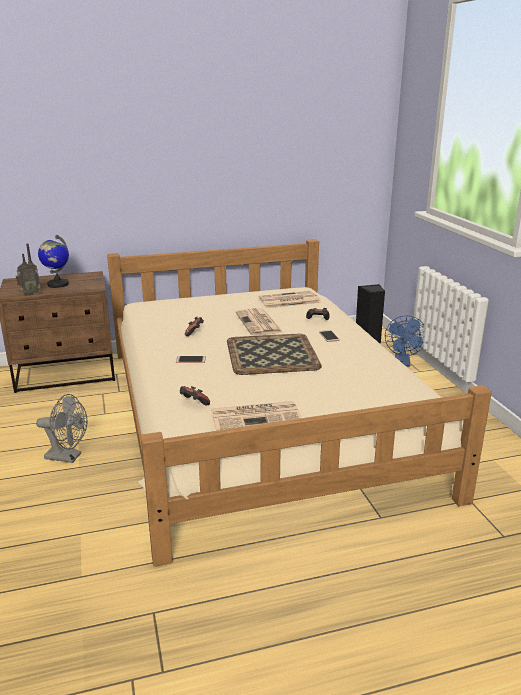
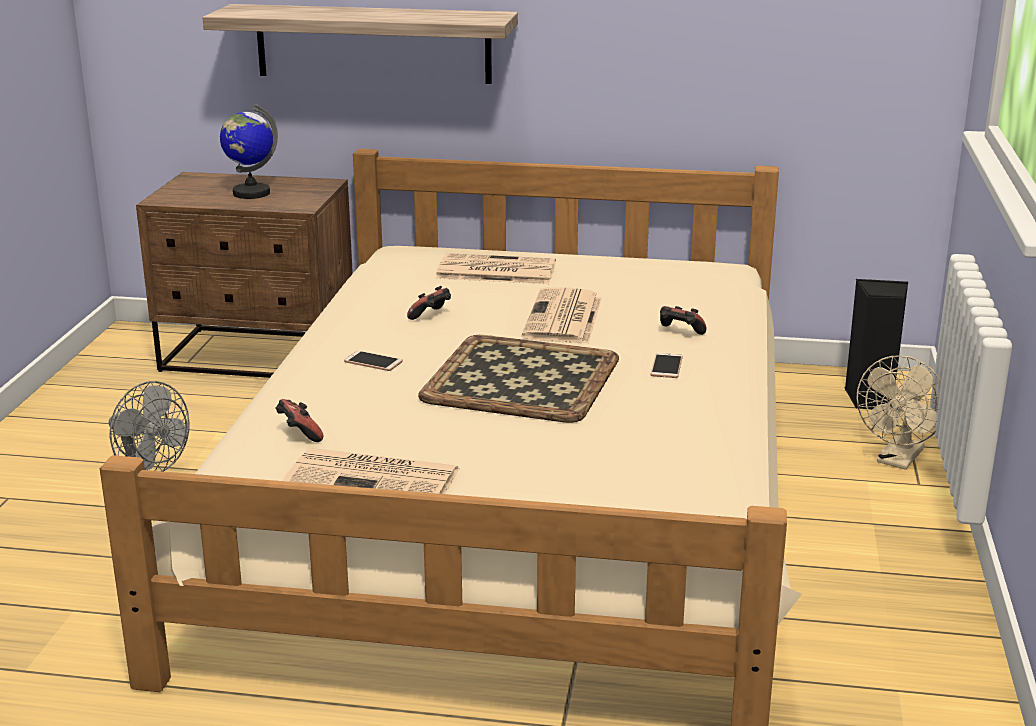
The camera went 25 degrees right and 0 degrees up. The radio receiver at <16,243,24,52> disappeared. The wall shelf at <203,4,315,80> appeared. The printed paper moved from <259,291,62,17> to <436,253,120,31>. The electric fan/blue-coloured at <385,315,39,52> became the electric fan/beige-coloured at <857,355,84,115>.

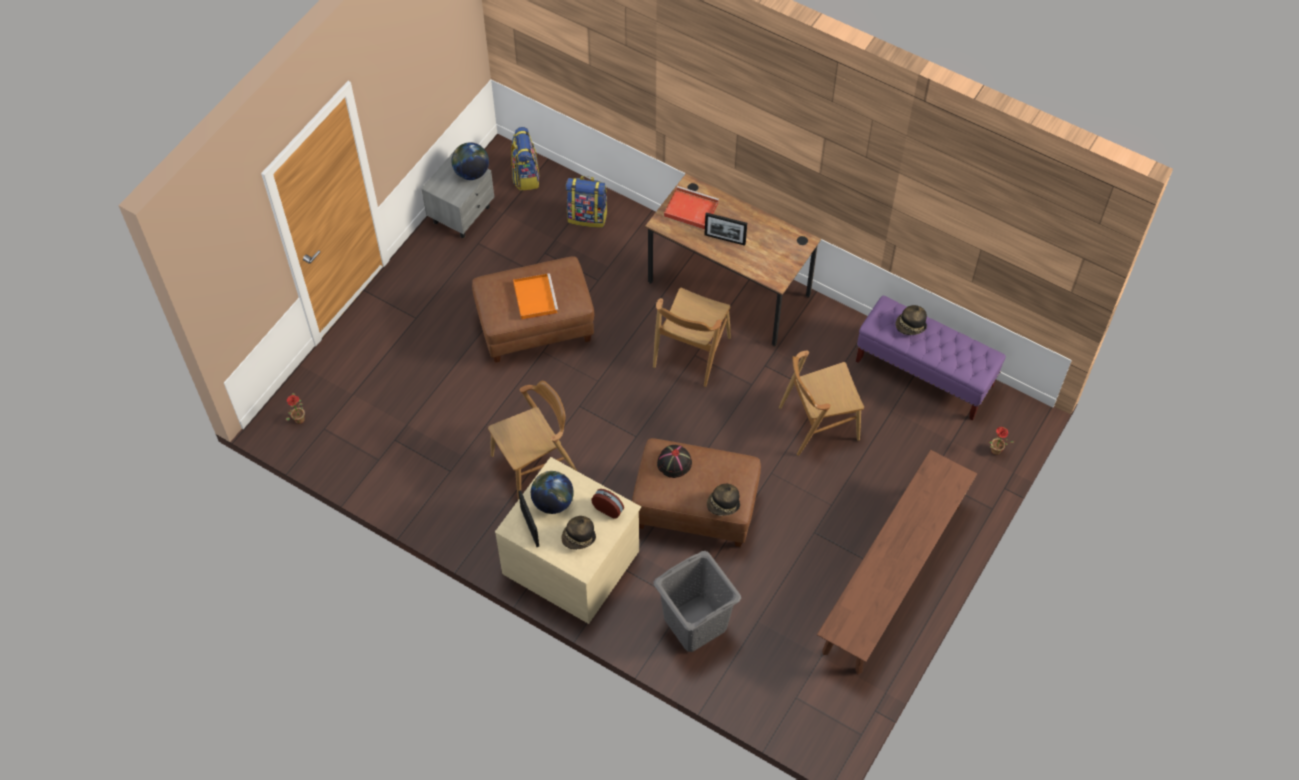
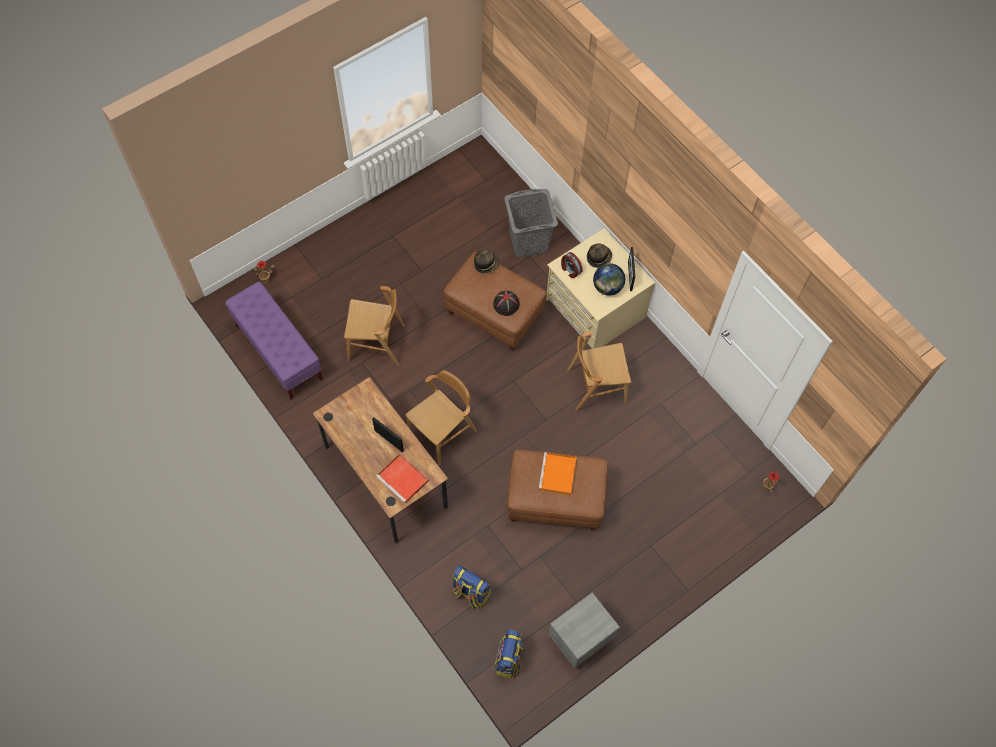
The camera went 160 degrees left and 5 degrees up. The desk globe at <451,142,38,38> disappeared. The indoor bench/brown-coloured at <817,450,160,224> disappeared. The clothing hat at <896,305,31,30> disappeared.

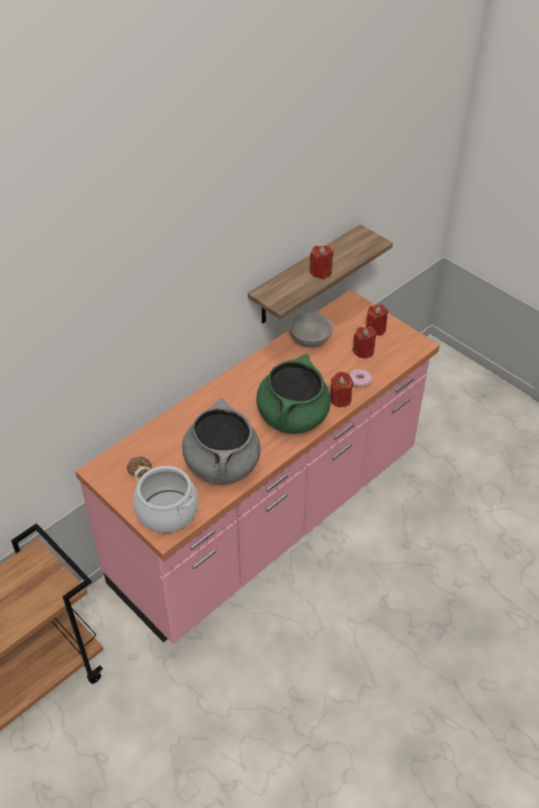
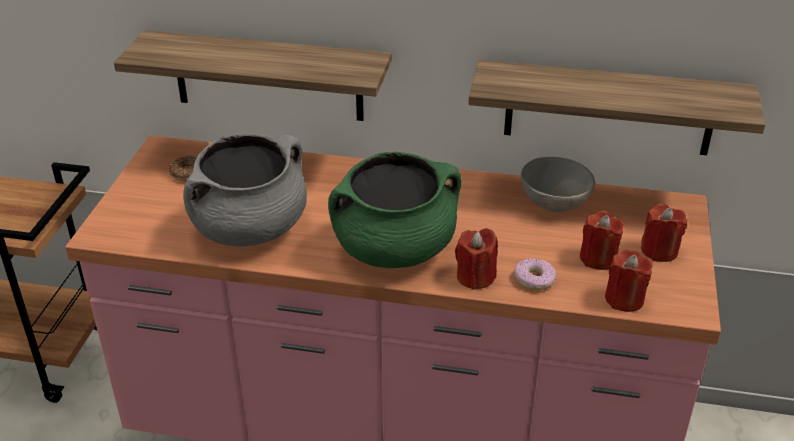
The camera went 55 degrees right and 10 degrees down. The stockpot at <133,466,65,67> disappeared. The wall shelf at <114,30,278,91> appeared. The candle/reddish moved from <309,245,25,34> to <605,249,48,63>.

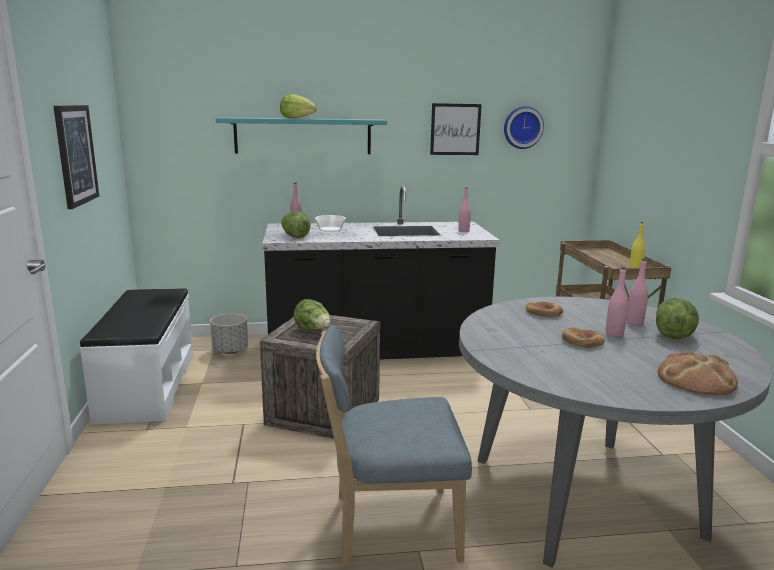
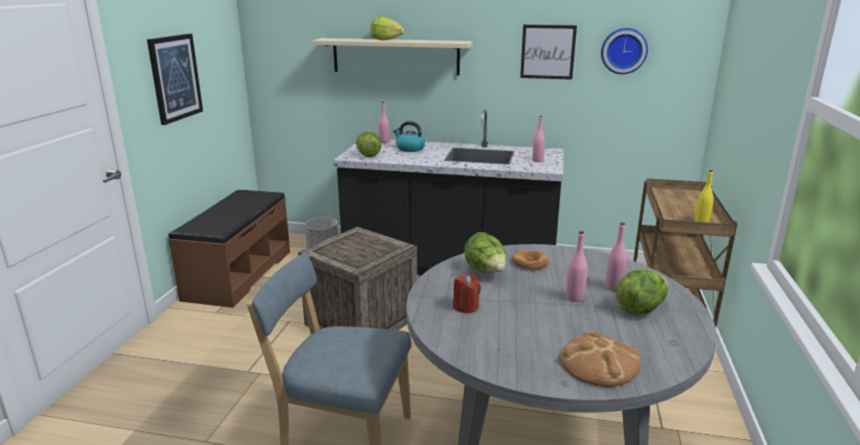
The camera went 20 degrees right and 5 degrees up. The bread at <562,327,42,21> disappeared. The candle/reddish at <453,274,28,39> appeared. The lettuce moved from <294,299,37,32> to <464,232,42,41>. The bowl at <315,215,31,17> was replaced by the kettle at <393,121,32,31>. The indoor bench/white-coloured at <80,288,113,137> became the indoor bench/brown-coloured at <168,190,122,118>. The wall shelf/turquoise at <216,117,171,37> became the wall shelf/beige-coloured at <311,38,162,38>.

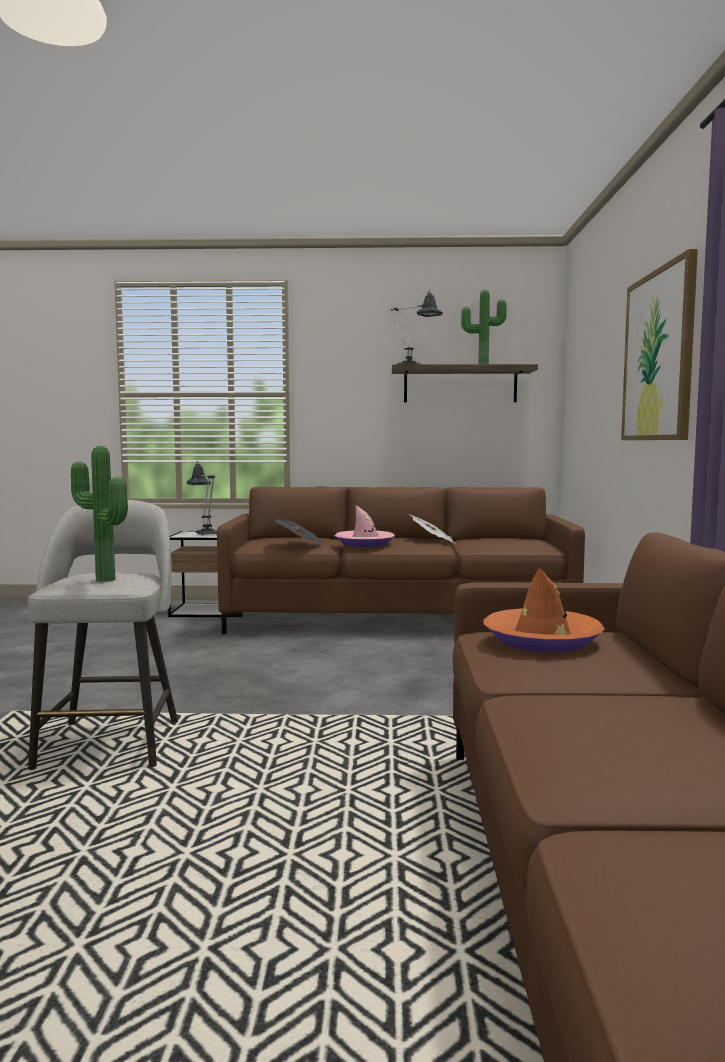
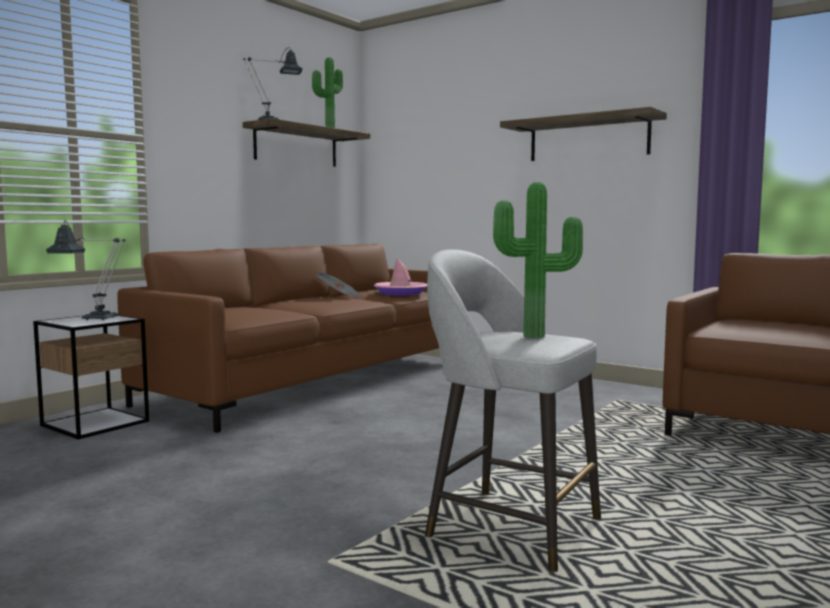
The camera went 55 degrees left and 0 degrees up. The printed paper at <274,518,52,26> disappeared. The clothing hat/orange at <484,567,121,85> disappeared. The clothing hat/pinkish moved from <335,505,60,42> to <374,259,53,36>. The wall picture at <621,249,77,191> was replaced by the wall shelf at <500,107,167,54>.

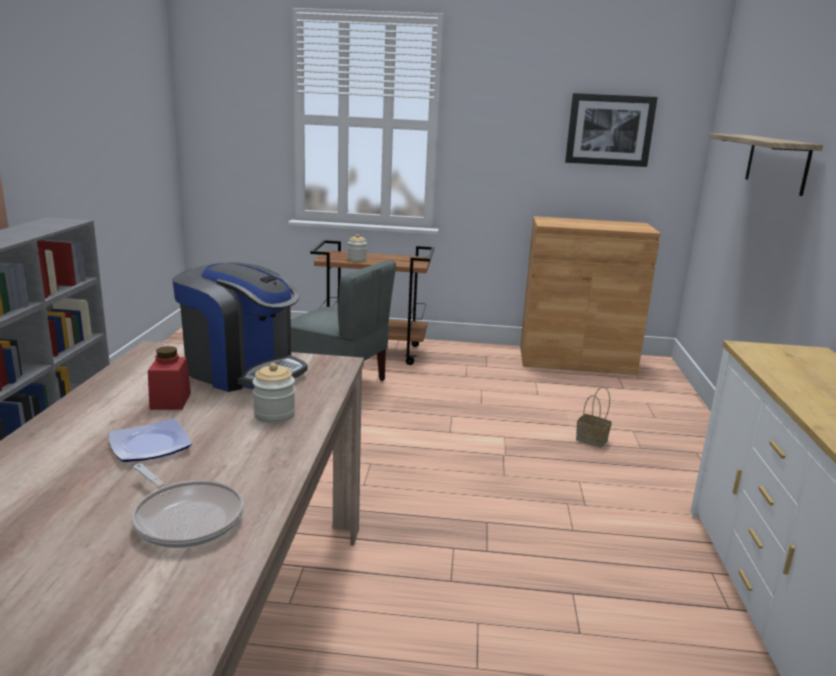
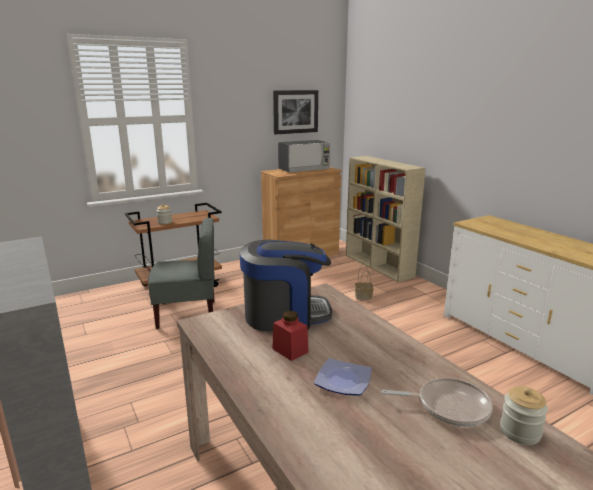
The camera went 35 degrees left and 0 degrees up. The wall shelf at <709,133,114,63> disappeared. The microwave at <278,140,52,33> appeared. The bookcase/beige-coloured at <346,156,80,126> appeared. The storage jar moved from <252,363,43,60> to <500,386,48,59>.

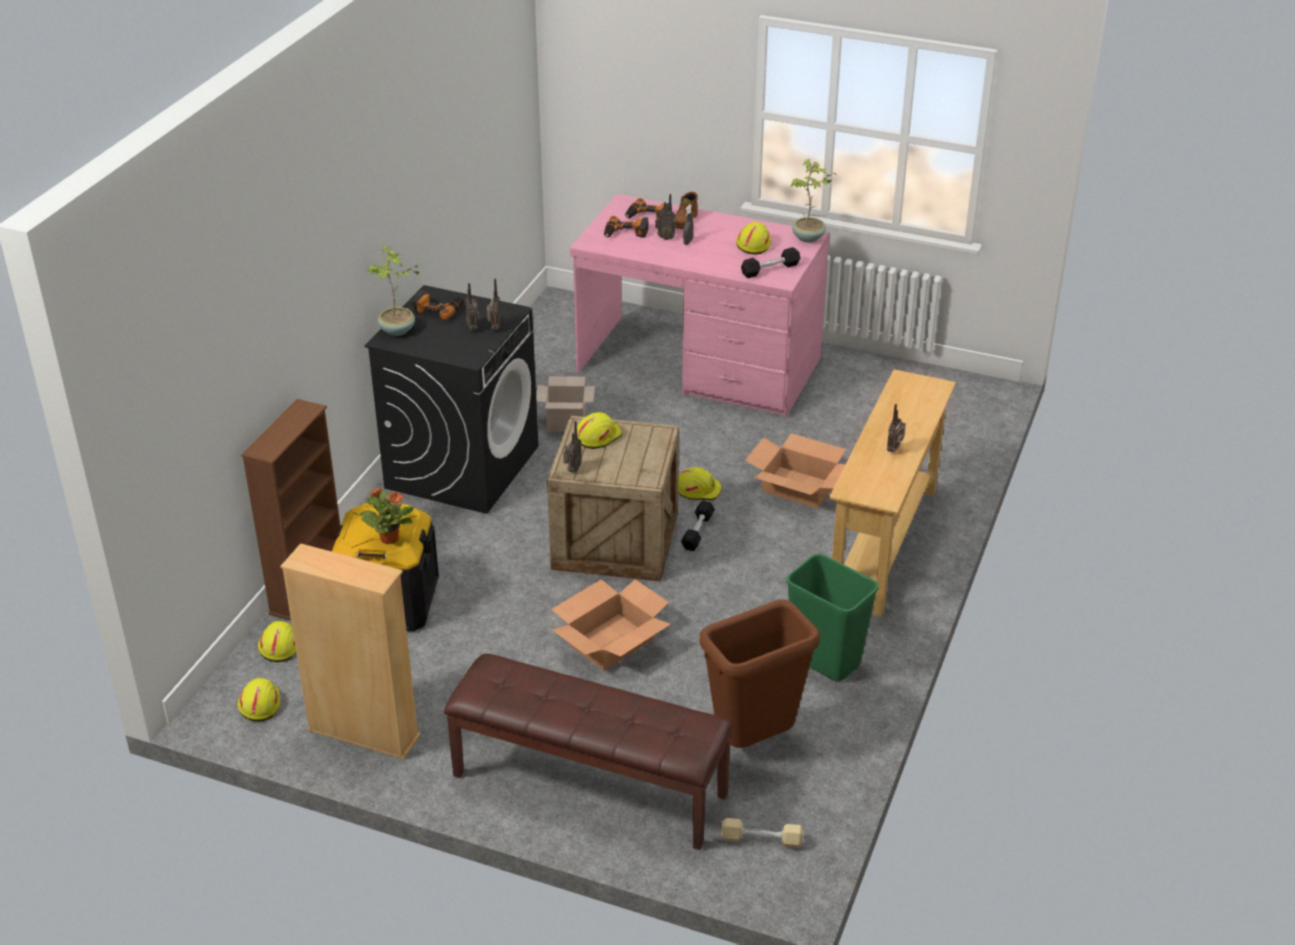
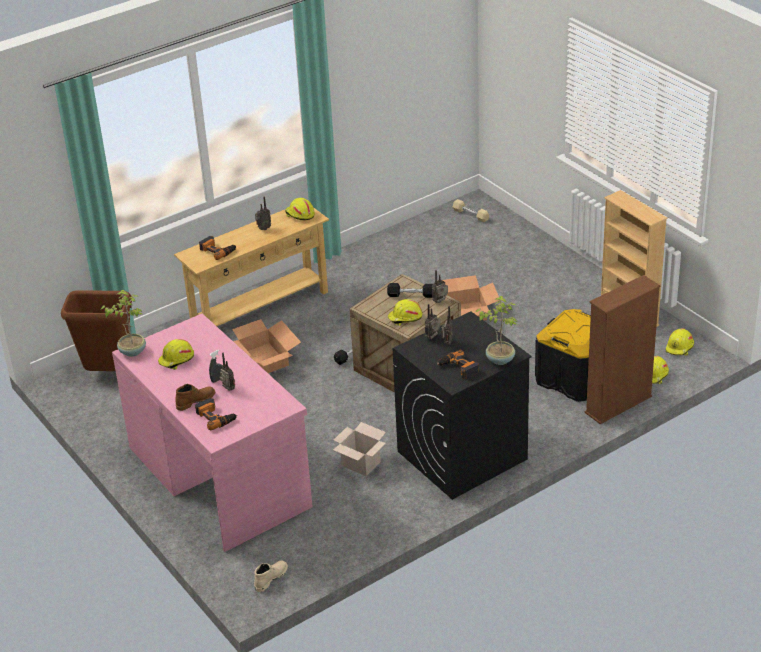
The camera went 145 degrees left and 0 degrees up. The plant in a pot at <360,487,54,57> disappeared. The indoor bench/brown-coloured at <444,654,289,196> disappeared. The waste bin/green-coloured at <786,554,93,127> disappeared. The tall boot/beige-coloured at <254,560,34,32> appeared. The drill moved from <604,216,45,22> to <199,236,37,24>. The hard hat/yellow-coloured moved from <678,467,44,34> to <285,198,30,22>. The waste bin/brown-coloured moved from <699,599,121,149> to <61,290,71,81>. The hand weight/blackish moved from <741,247,59,31> to <387,283,46,15>.

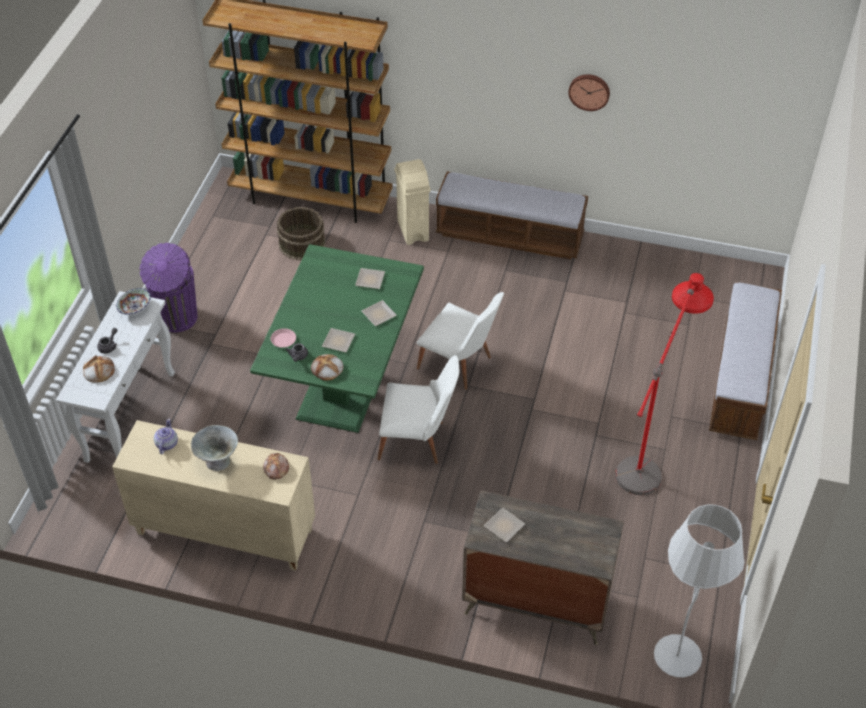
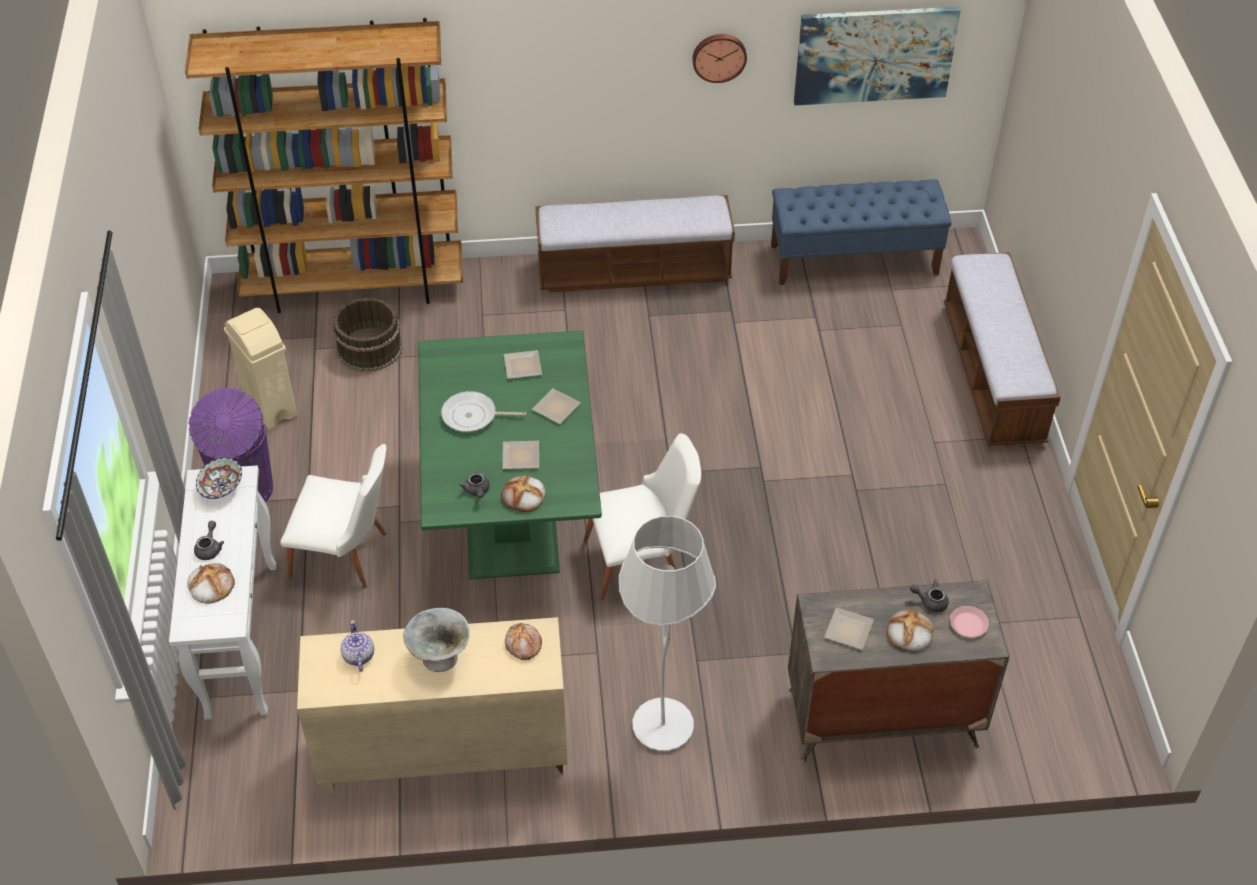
The camera went 20 degrees left and 0 degrees up. The standard lamp/reddish at <615,273,99,222> disappeared. The pan at <441,391,85,41> appeared. The indoor bench/blue-coloured at <771,179,181,106> appeared. The wall picture at <794,7,167,98> appeared. The bread at <887,610,47,42> appeared. The tea pot/greyish at <910,579,39,33> appeared. The dinner plate/pinkish moved from <271,328,25,20> to <950,606,39,32>. The waste bin/beige-coloured moved from <395,159,36,86> to <224,308,73,122>. The upright chair/white-coloured moved from <417,292,87,98> to <280,444,107,144>. The standard lamp/white-coloured moved from <654,505,91,172> to <619,516,97,235>.

